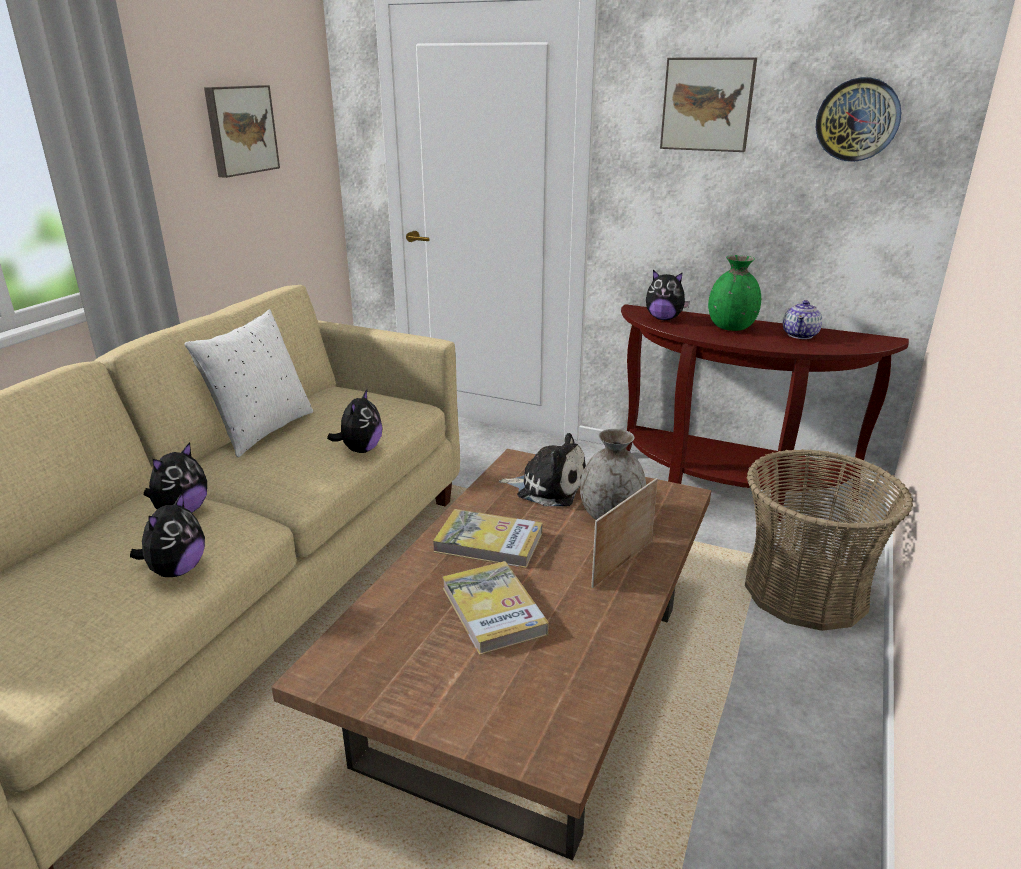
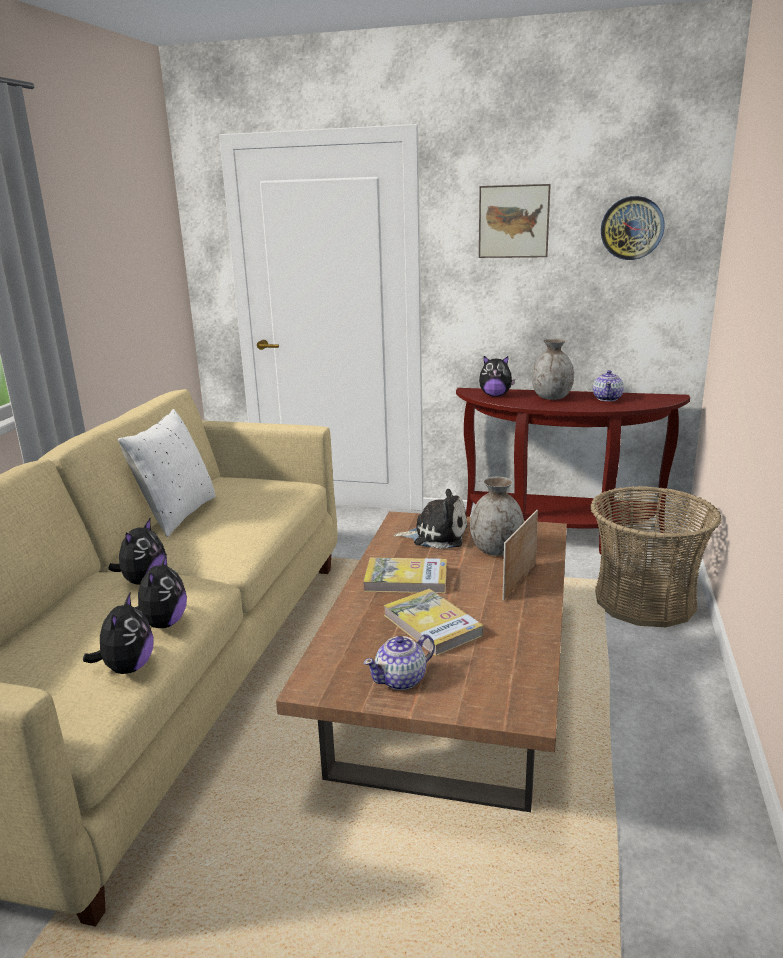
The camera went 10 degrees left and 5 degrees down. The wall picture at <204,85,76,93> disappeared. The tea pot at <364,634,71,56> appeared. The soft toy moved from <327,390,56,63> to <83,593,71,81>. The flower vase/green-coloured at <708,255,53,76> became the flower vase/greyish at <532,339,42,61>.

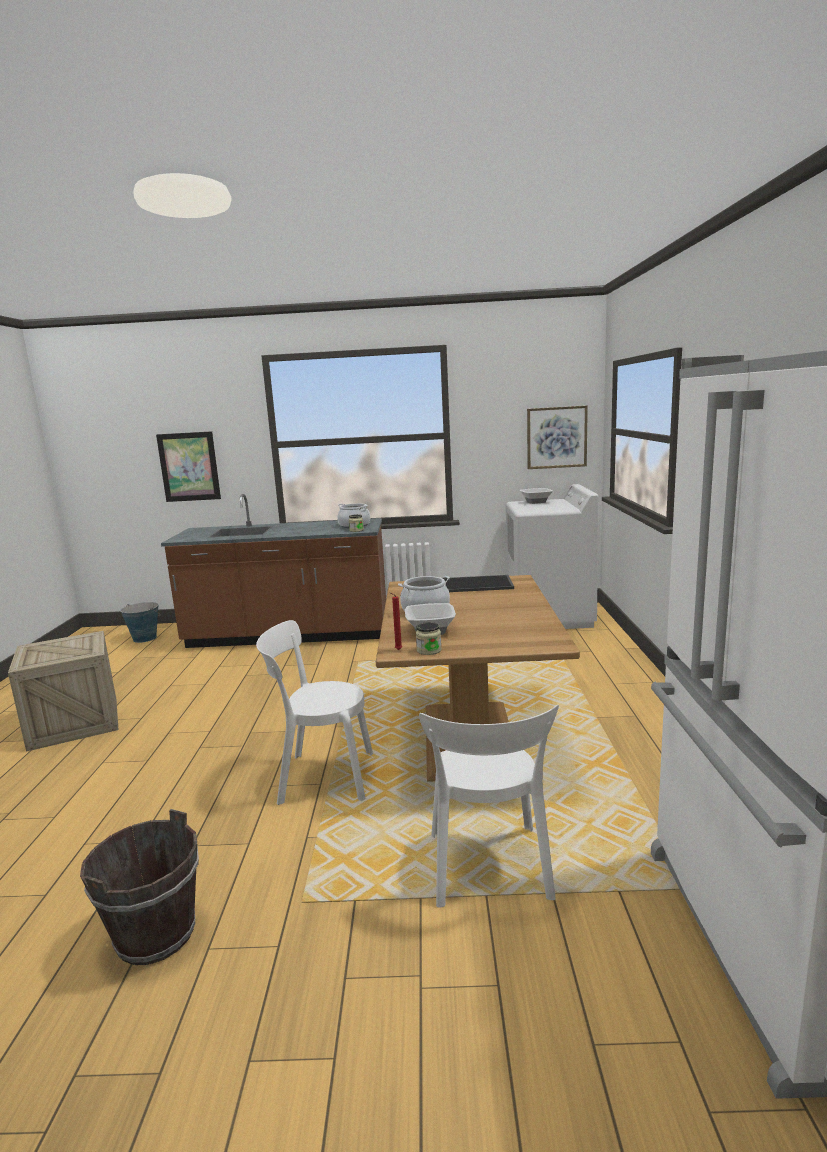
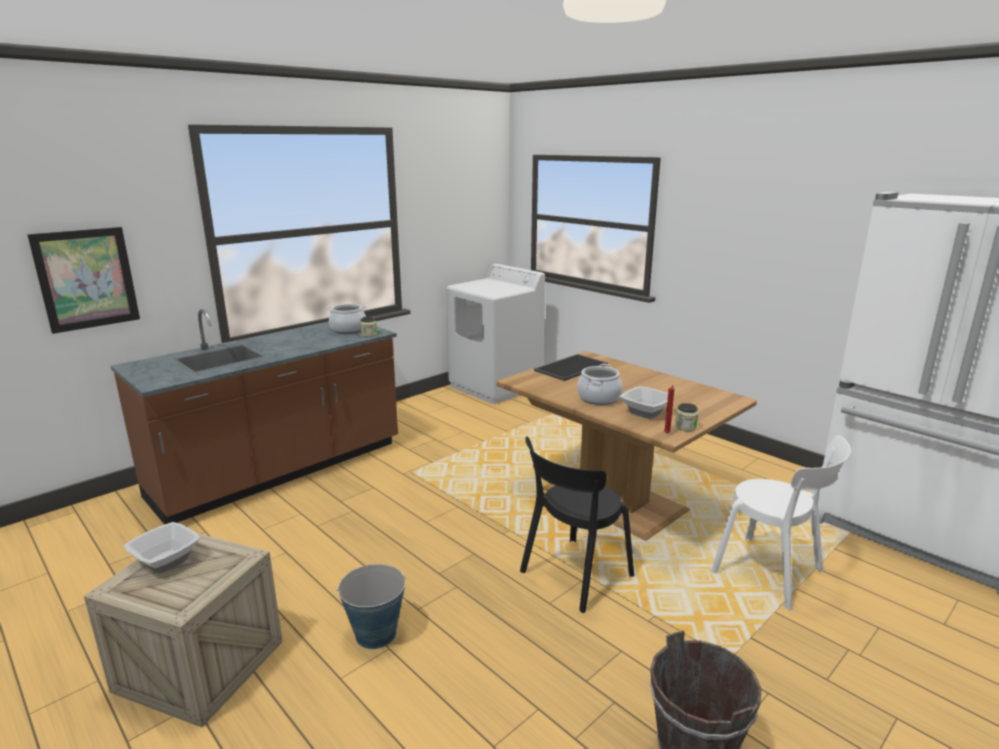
The camera went 45 degrees left and 5 degrees up. The wall picture at <527,406,61,63> disappeared. The pail moved from <120,602,41,41> to <337,564,69,85>. The bowl moved from <520,488,33,16> to <124,522,76,51>. The upright chair/white-coloured at <256,620,117,185> became the upright chair/blackish at <520,436,114,177>.

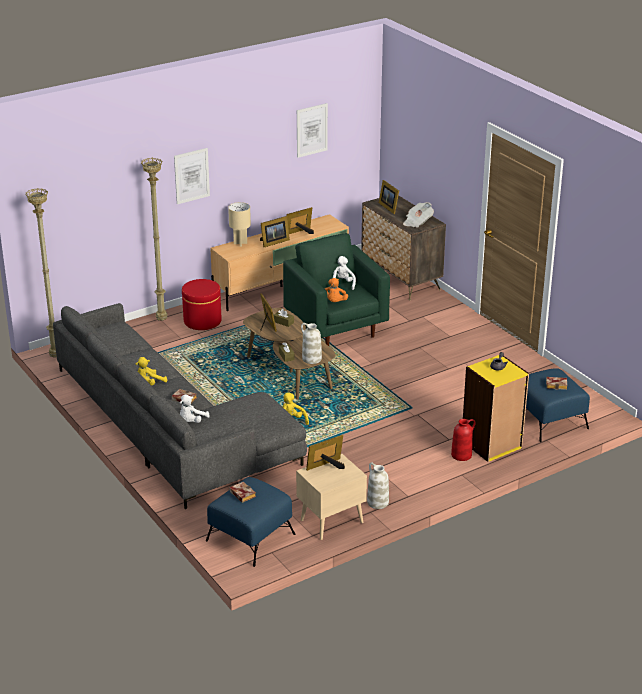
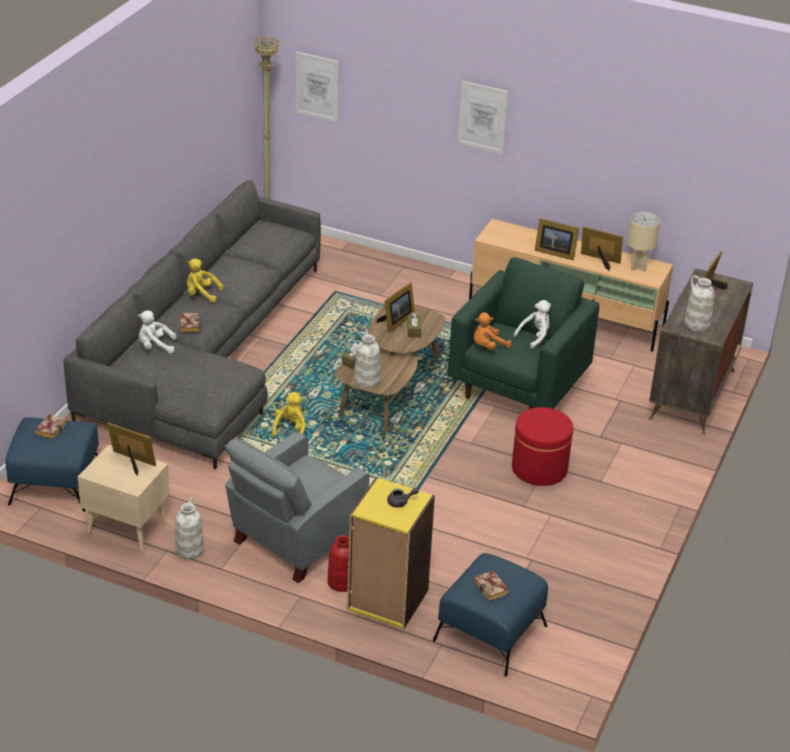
The camera went 55 degrees right and 5 degrees up. The standard lamp/beige-coloured at <141,157,27,164> disappeared. The lounge chair/greyish at <225,432,145,151> appeared. The footrest/reddish moved from <182,279,40,51> to <512,407,61,79>. The tabletop lamp/beige-coloured moved from <228,202,23,45> to <627,212,33,60>. The wall picture moved from <297,103,31,55> to <296,52,43,70>. The printed paper at <403,202,31,25> was replaced by the flower vase/white-coloured at <684,275,31,57>.

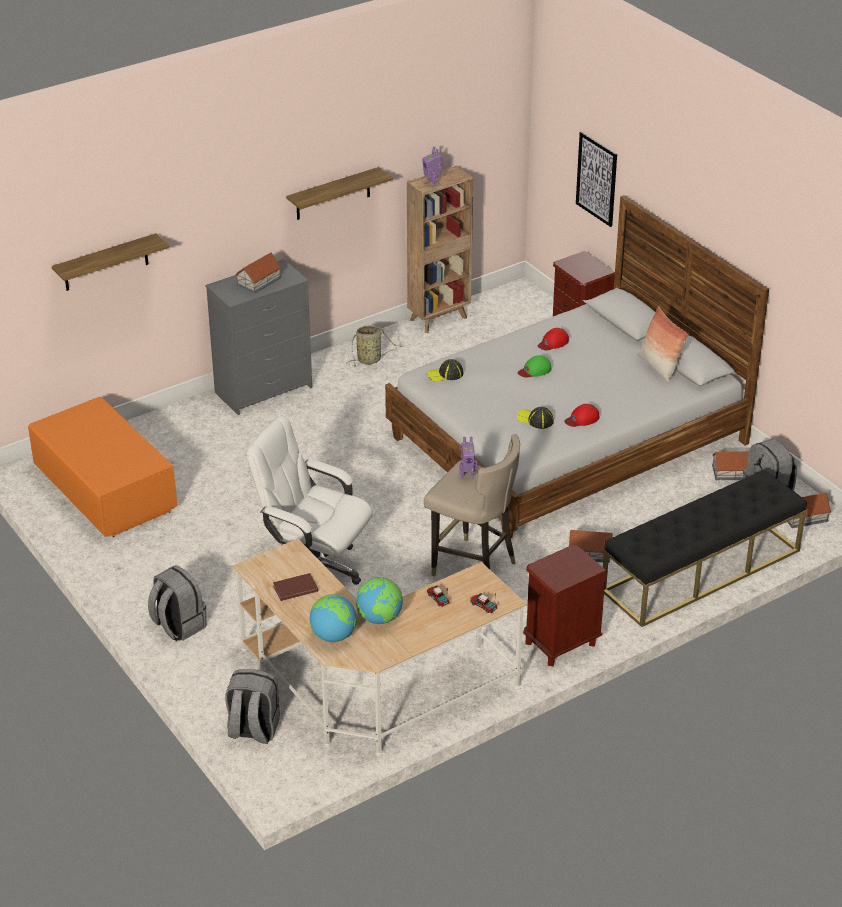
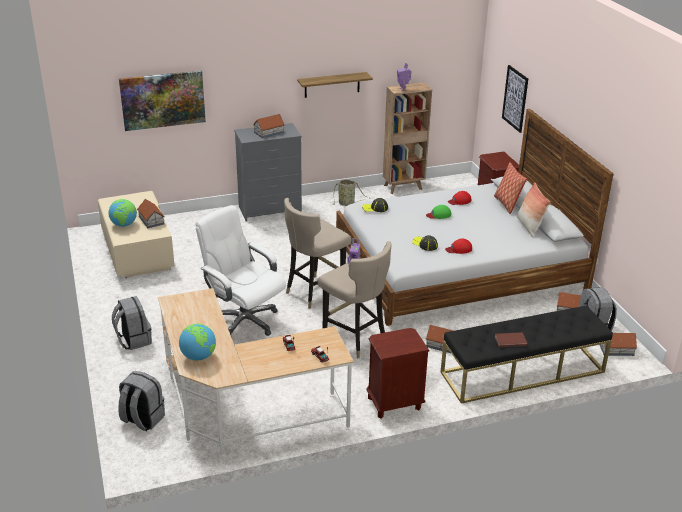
The camera went 15 degrees right and 5 degrees down. The model house at <137,199,28,29> appeared. The stool/beige-coloured at <284,198,67,111> appeared. The pillow at <494,162,33,52> appeared. The bound book/brown-coloured moved from <273,573,45,28> to <495,332,33,15>. The desk globe moved from <356,577,47,47> to <108,199,29,28>. The wall shelf at <52,233,117,58> was replaced by the wall picture at <119,71,87,60>. The low table/orange at <28,397,149,140> became the low table/beige-coloured at <98,191,77,87>.

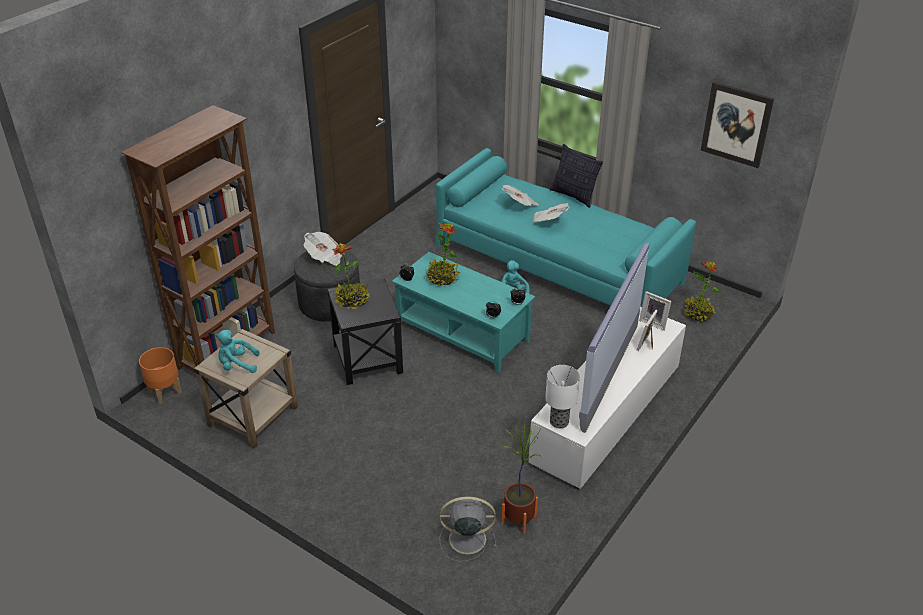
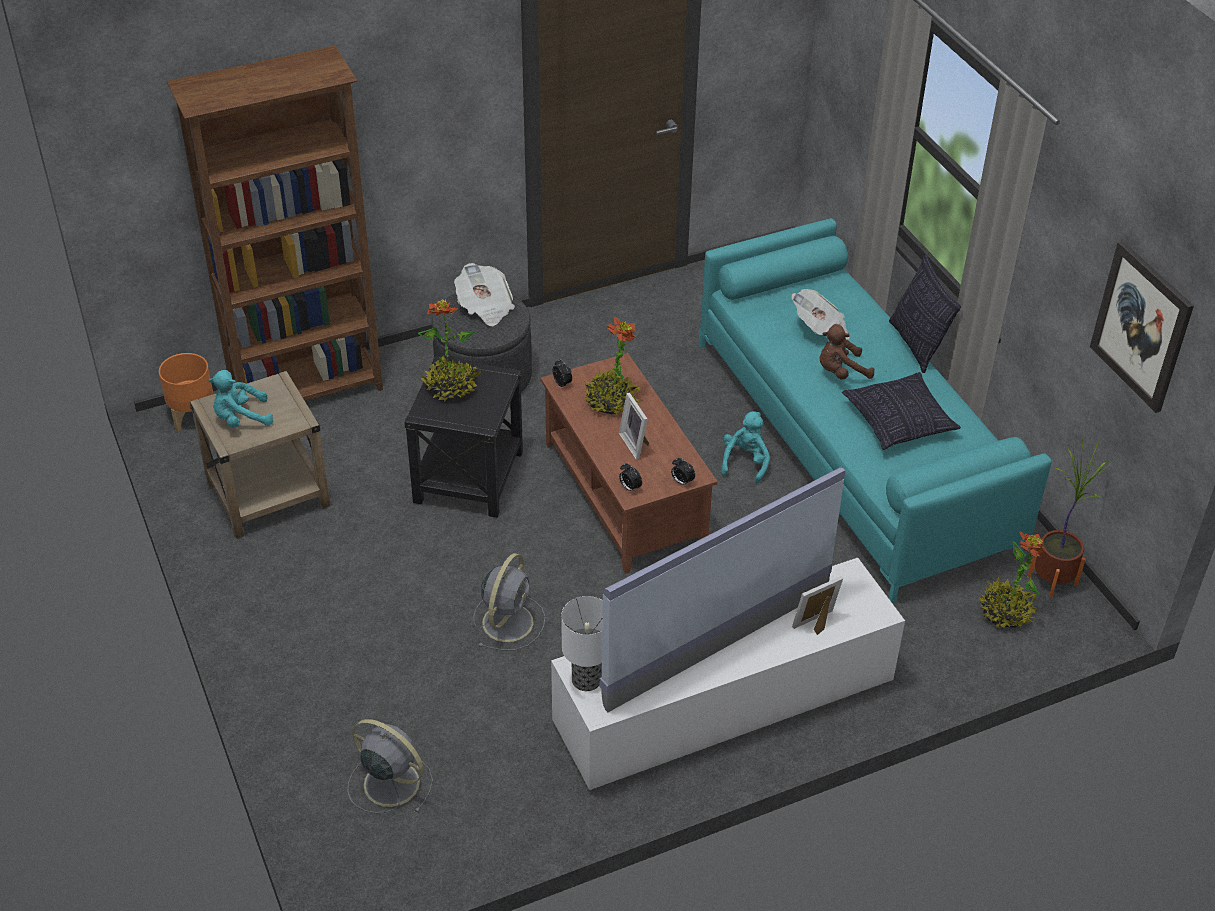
The camera went 30 degrees right and 5 degrees up. The electric fan/greyish at <473,553,72,97> appeared. The pillow at <842,372,119,78> appeared. The plant in a pot moved from <501,417,41,117> to <1028,440,79,158>. The photo frame moved from <639,291,32,40> to <619,392,30,68>. The printed paper at <532,203,37,20> was replaced by the soft toy/brown-coloured at <820,324,54,56>. The low table/turquoise at <392,252,143,121> became the low table/brown-coloured at <540,353,178,221>. The soft toy/turquoise at <215,330,45,43> turned 45 degrees counterclockwise.

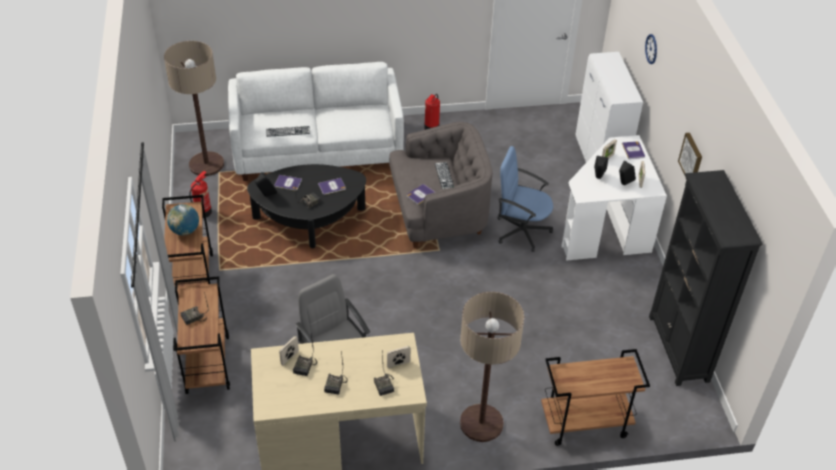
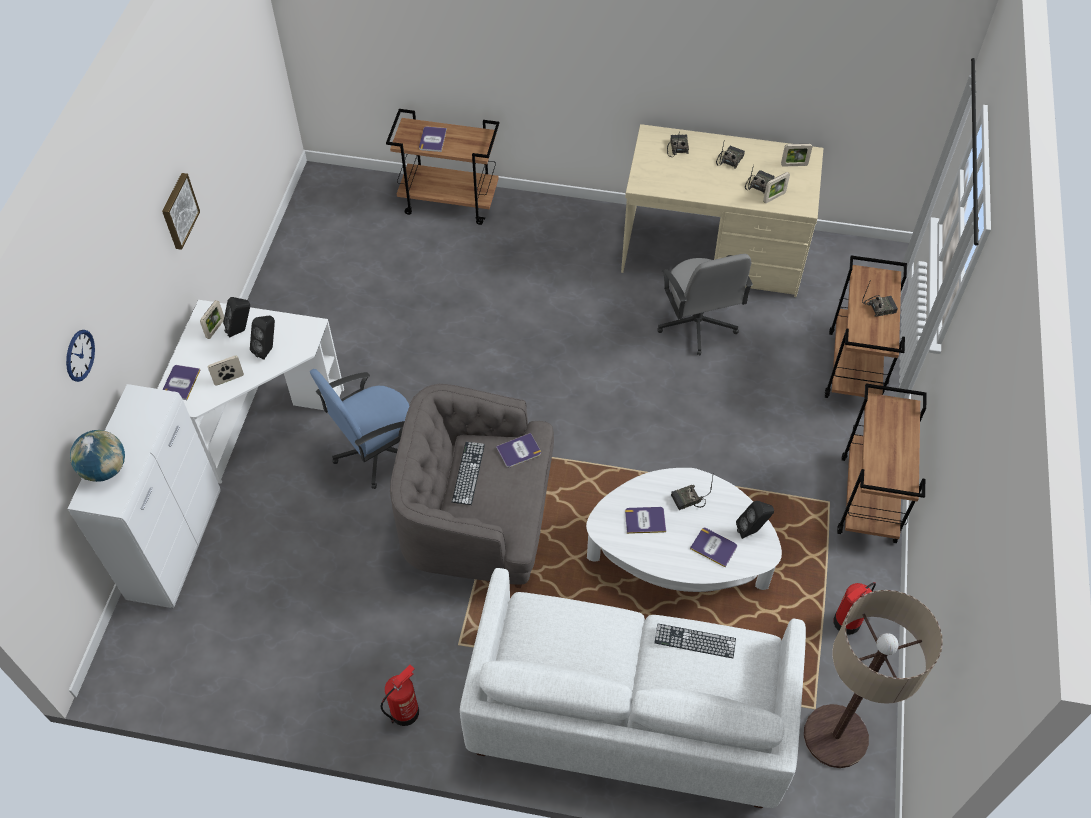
The camera went 160 degrees left and 10 degrees up. The standard lamp at <460,292,64,150> disappeared. The bookcase/blackish at <649,170,114,216> disappeared. The bound book at <419,127,28,25> appeared. The desk globe moved from <167,204,32,31> to <70,430,55,52>. The photo frame moved from <387,346,24,22> to <781,144,31,22>. The low table/blackish at <247,164,119,84> became the low table/white-coloured at <586,468,196,124>. The desk chair/blue-coloured at <497,146,56,106> turned 105 degrees clockwise.

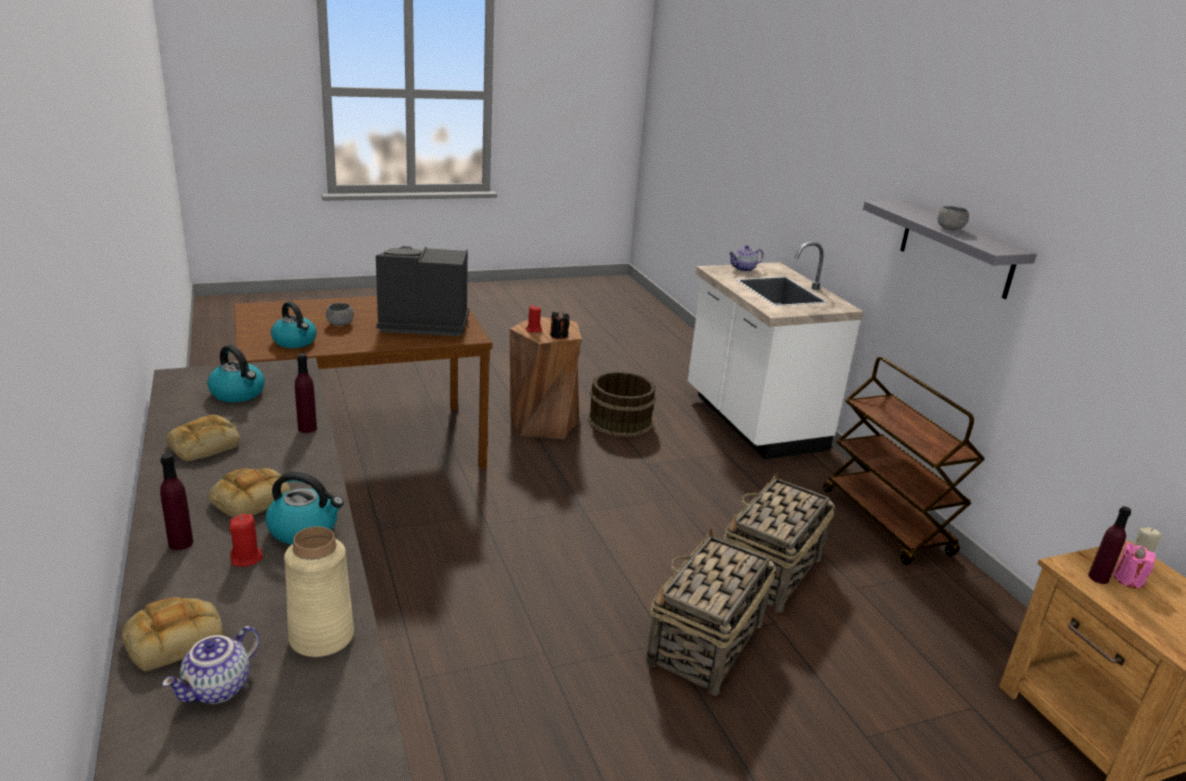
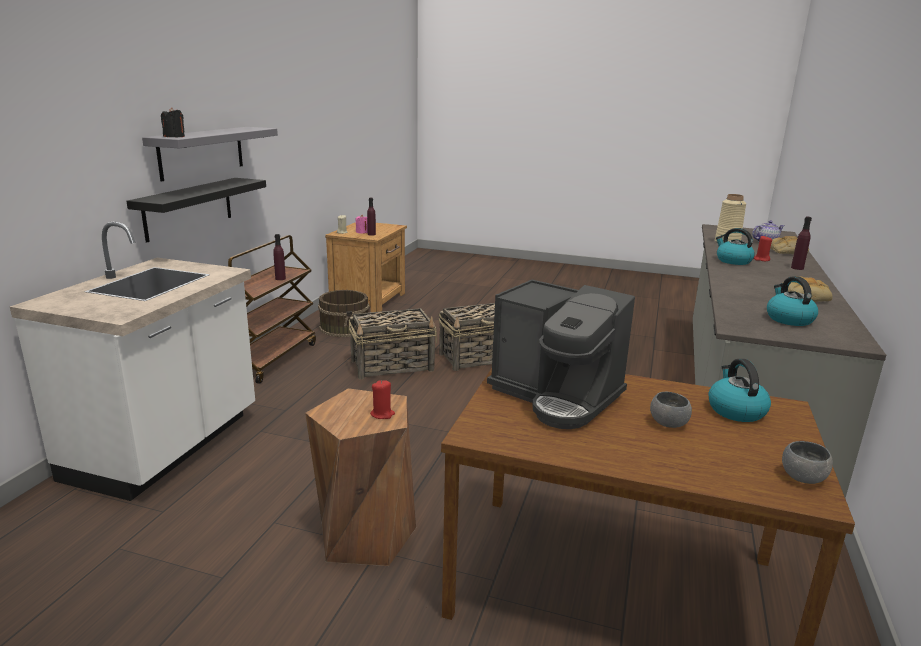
The camera went 140 degrees left and 5 degrees down. The bread at <208,468,83,50> disappeared. The tea pot at <728,245,36,27> disappeared. The wall shelf/blackish at <126,178,140,65> appeared. The bottle/purple moved from <295,353,22,80> to <273,234,13,46>. The candle/blackish moved from <550,311,19,28> to <161,107,24,30>. The pail/brown-coloured moved from <588,371,68,66> to <318,290,51,47>. The bowl/greyish moved from <937,206,32,24> to <782,441,51,43>.

